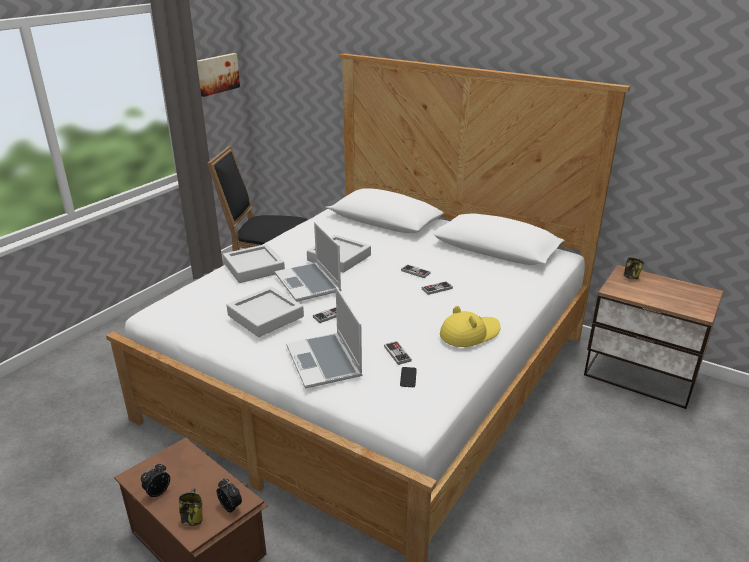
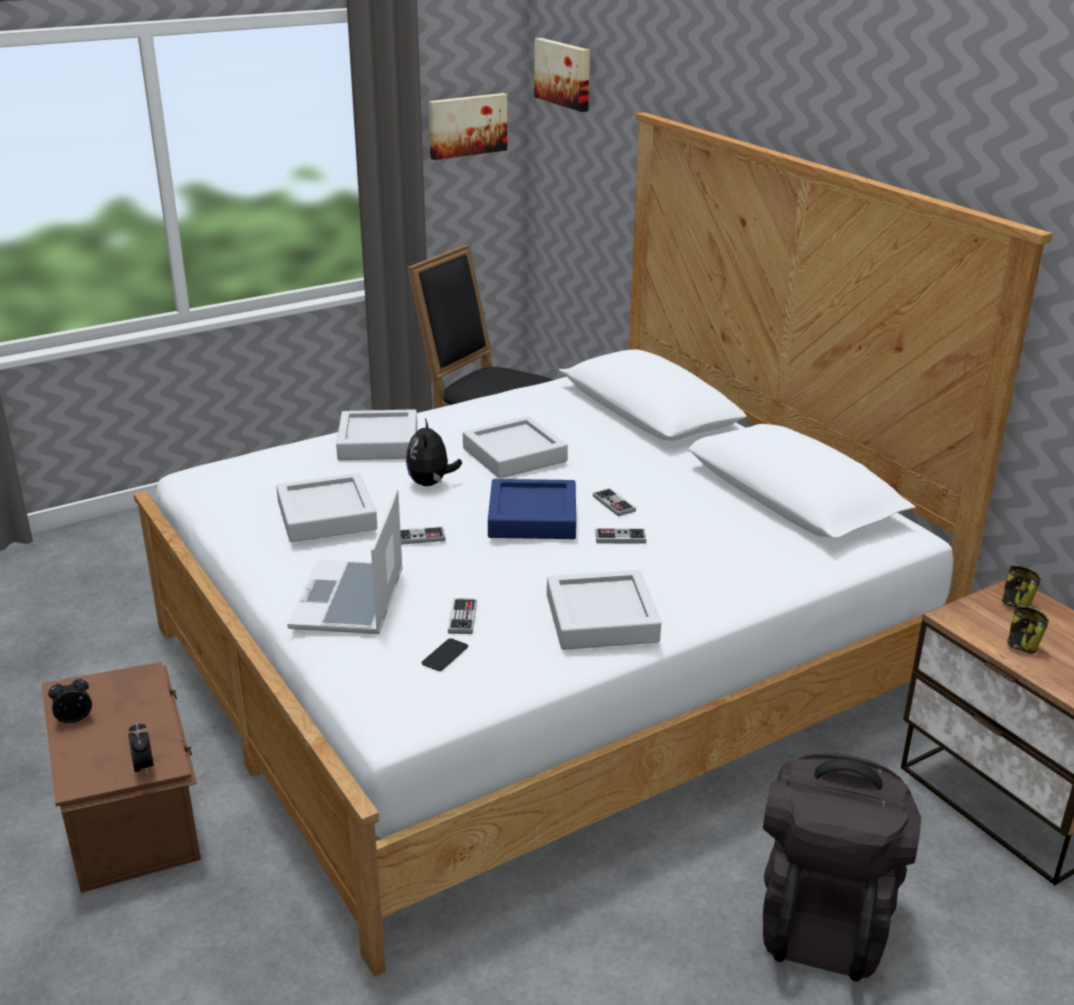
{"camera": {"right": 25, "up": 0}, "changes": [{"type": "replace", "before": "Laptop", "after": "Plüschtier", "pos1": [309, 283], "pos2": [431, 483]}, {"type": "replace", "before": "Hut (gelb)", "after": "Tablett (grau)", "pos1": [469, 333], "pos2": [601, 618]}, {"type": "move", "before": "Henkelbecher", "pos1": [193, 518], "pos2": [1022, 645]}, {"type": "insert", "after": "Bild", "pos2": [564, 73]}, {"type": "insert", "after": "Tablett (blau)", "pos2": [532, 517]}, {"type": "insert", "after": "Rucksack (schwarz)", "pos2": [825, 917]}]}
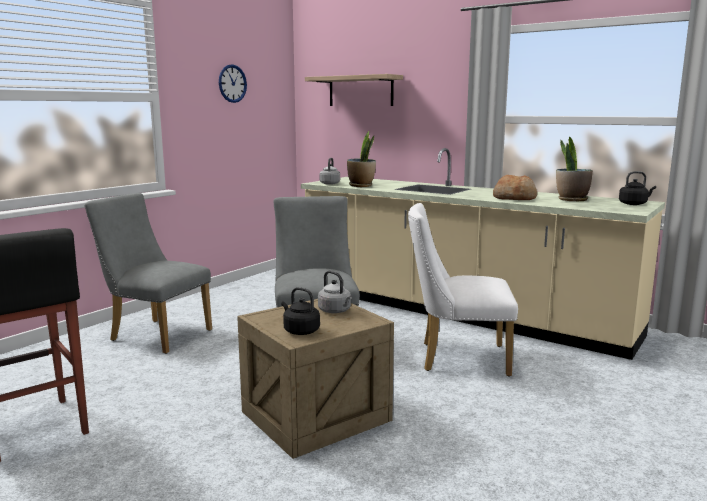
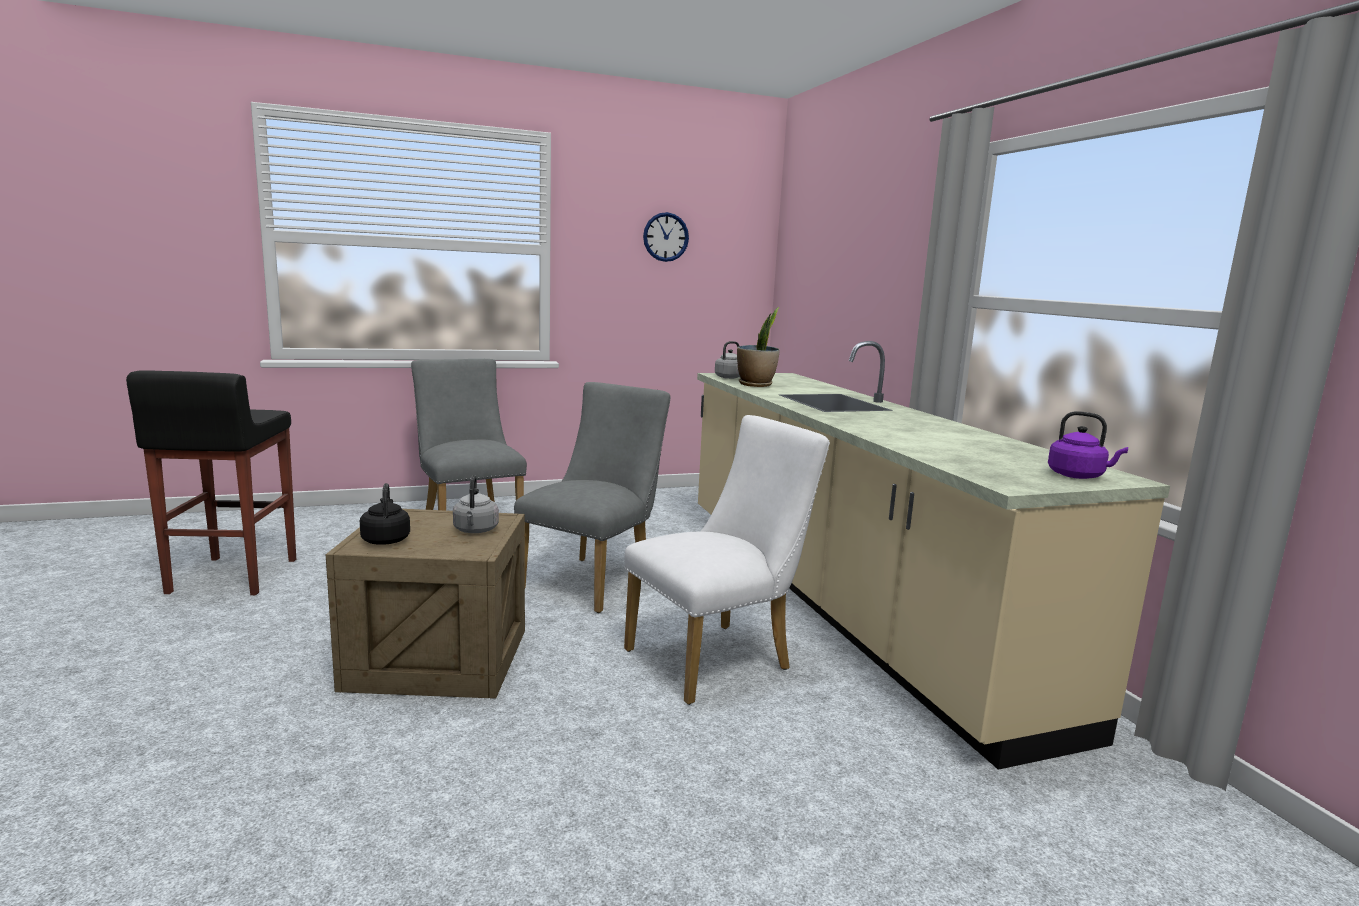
{"camera": {"right": 35, "up": 0}, "changes": [{"type": "delete", "before": "Wandregal", "pos1": [360, 91]}, {"type": "delete", "before": "Topfpflanze", "pos1": [571, 200]}, {"type": "recolor", "before": "Wasserkessel (schwarz)", "after": "Wasserkessel (lila)", "pos1": [634, 204], "pos2": [1078, 476]}, {"type": "delete", "before": "Brot", "pos1": [515, 198]}, {"type": "rotate", "before": "Stuhl (weiß)", "pos1": [456, 358], "pos2": [718, 658], "turn": 105}]}
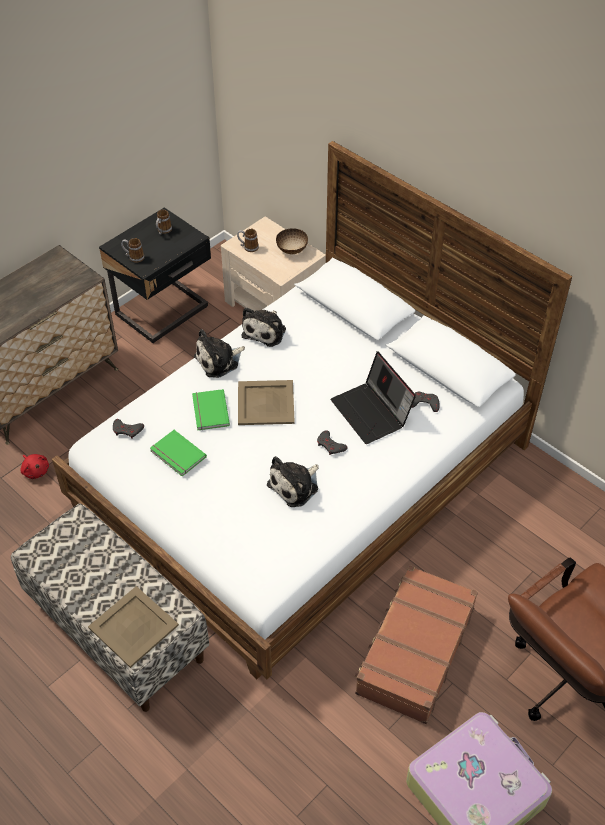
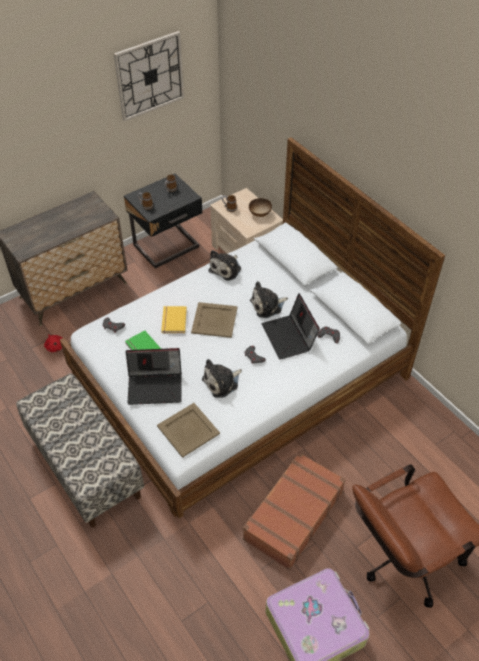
{"camera": {"right": 10, "up": 0}, "changes": [{"type": "move", "before": "Plüschtier", "pos1": [219, 361], "pos2": [267, 305]}, {"type": "recolor", "before": "Buch (grün)", "after": "Buch (gelb)", "pos1": [209, 411], "pos2": [173, 321]}, {"type": "move", "before": "Tablett (beige)", "pos1": [133, 626], "pos2": [188, 429]}, {"type": "insert", "after": "Wanduhr", "pos2": [150, 76]}, {"type": "insert", "after": "Laptop", "pos2": [156, 386]}]}
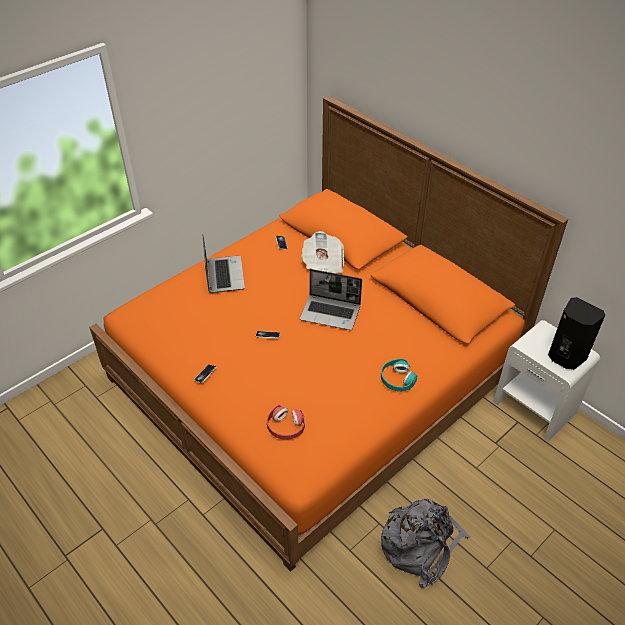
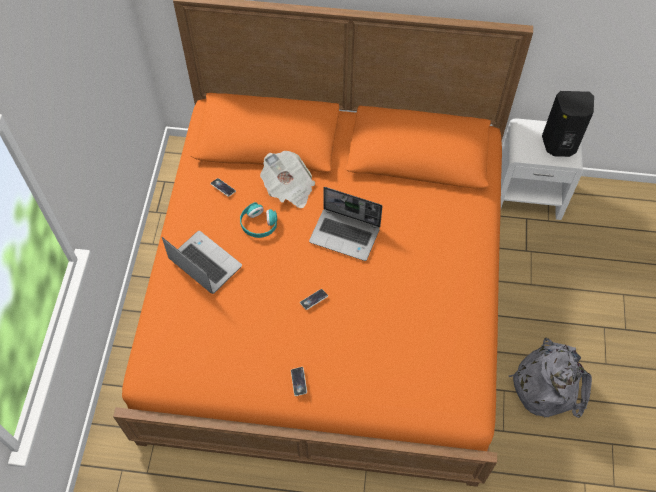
{"camera": {"right": -40, "up": 15}, "changes": [{"type": "rotate", "before": "Laptop", "pos1": [331, 313], "pos2": [346, 235], "turn": 45}, {"type": "move", "before": "Kopfhörer (türkis)", "pos1": [397, 379], "pos2": [258, 224]}, {"type": "delete", "before": "Kopfhörer (rot)", "pos1": [286, 426]}]}
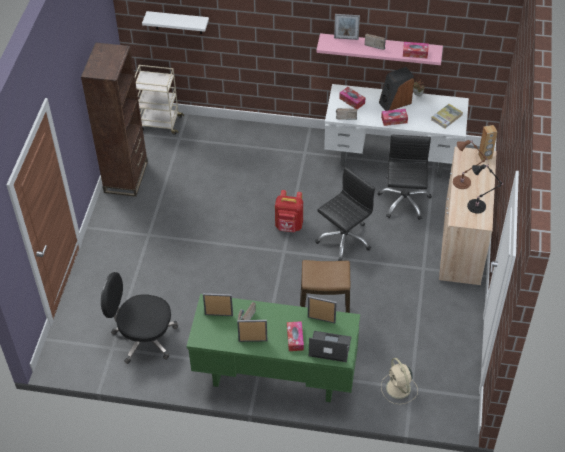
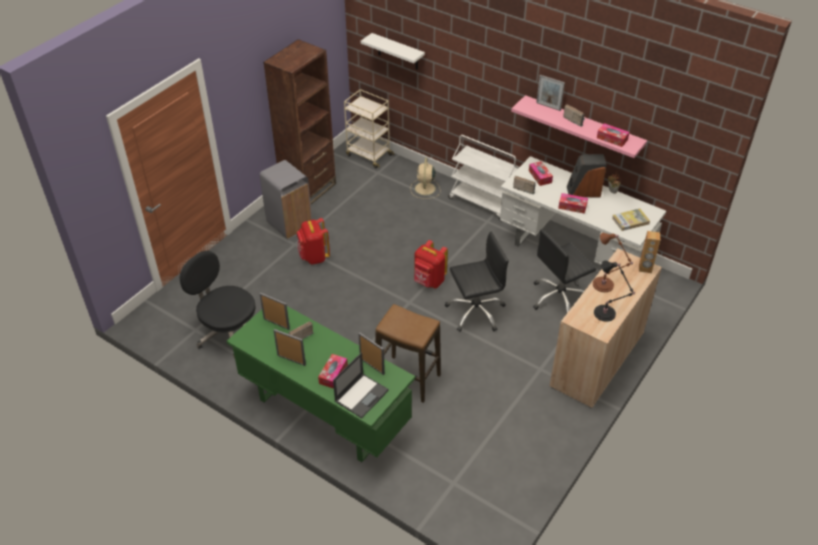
{"camera": {"right": 25, "up": -5}, "changes": [{"type": "rotate", "before": "Bürostuhl (schwarz)", "pos1": [404, 201], "pos2": [559, 298], "turn": -150}, {"type": "rotate", "before": "Laptop", "pos1": [329, 347], "pos2": [362, 395], "turn": 90}, {"type": "move", "before": "Ventilator (beige)", "pos1": [399, 389], "pos2": [425, 189]}, {"type": "insert", "after": "Rollwagen (weiß)", "pos2": [483, 203]}, {"type": "insert", "after": "Mülleimer (grau)", "pos2": [289, 224]}, {"type": "insert", "after": "Rucksack (rot)", "pos2": [314, 257]}]}
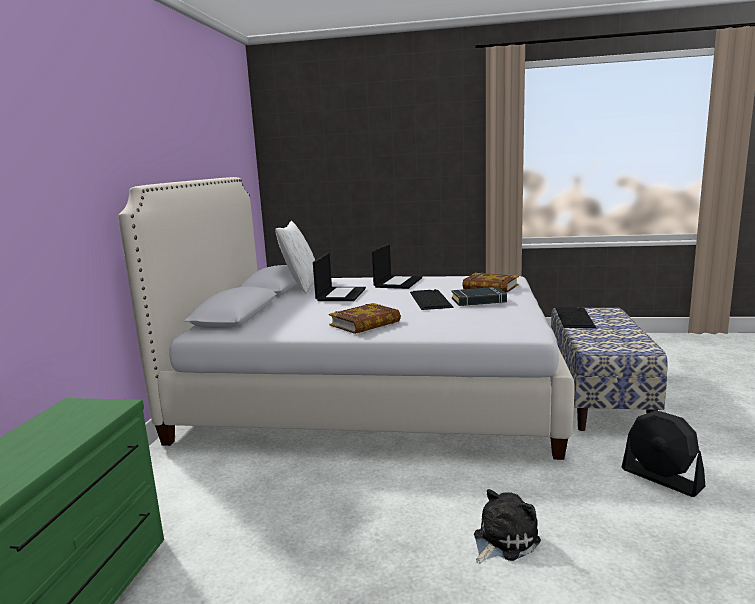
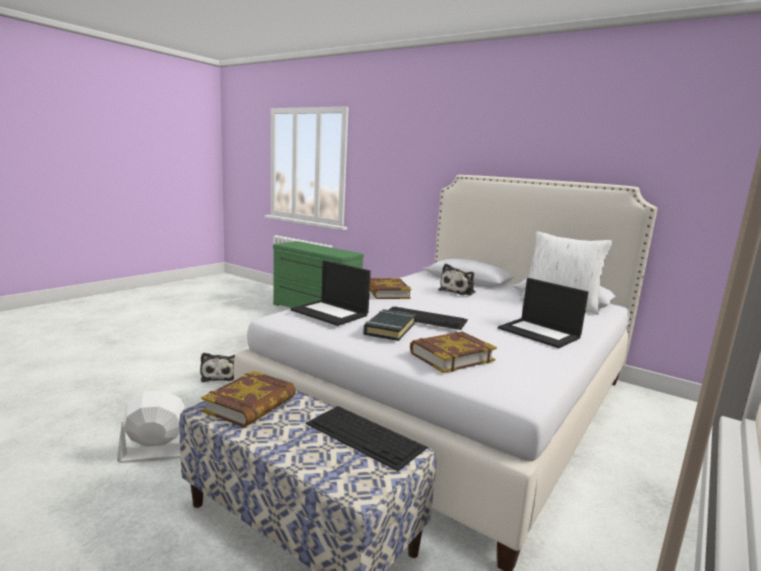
{"camera": {"right": 115, "up": 0}, "changes": [{"type": "move", "before": "Laptop", "pos1": [341, 294], "pos2": [330, 313]}, {"type": "recolor", "before": "Ventilator (schwarz)", "after": "Ventilator (weiß)", "pos1": [662, 478], "pos2": [156, 453]}, {"type": "insert", "after": "Plüschtier", "pos2": [458, 291]}, {"type": "insert", "after": "Buch", "pos2": [251, 404]}]}
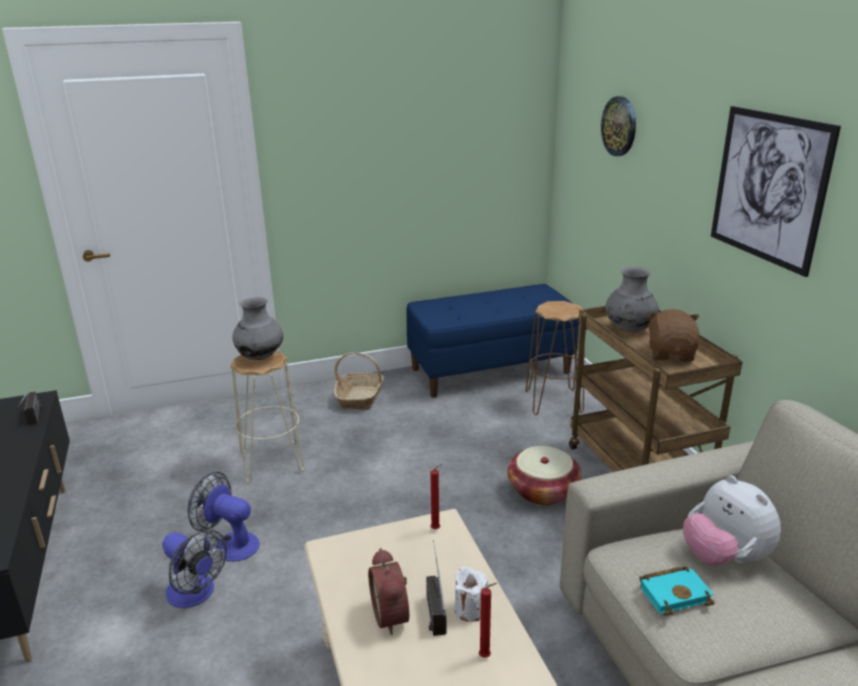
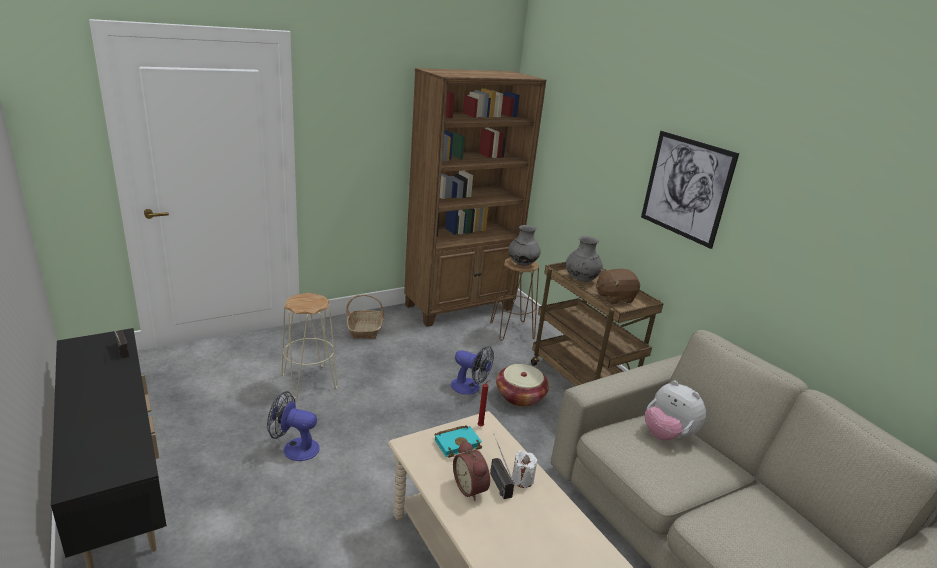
{"camera": {"right": -15, "up": 0}, "changes": [{"type": "delete", "before": "Wanduhr", "pos1": [619, 126]}, {"type": "replace", "before": "Bank (blau)", "after": "Bücherregal (braun)", "pos1": [490, 370], "pos2": [460, 307]}, {"type": "move", "before": "Vase (grau)", "pos1": [260, 357], "pos2": [522, 264]}, {"type": "rotate", "before": "Plüschtier (braun)", "pos1": [671, 354], "pos2": [614, 297], "turn": -105}, {"type": "move", "before": "Ventilator", "pos1": [195, 594], "pos2": [470, 388]}, {"type": "move", "before": "Buch (türkis)", "pos1": [675, 593], "pos2": [458, 443]}, {"type": "delete", "before": "Kerze (rot)", "pos1": [486, 656]}]}
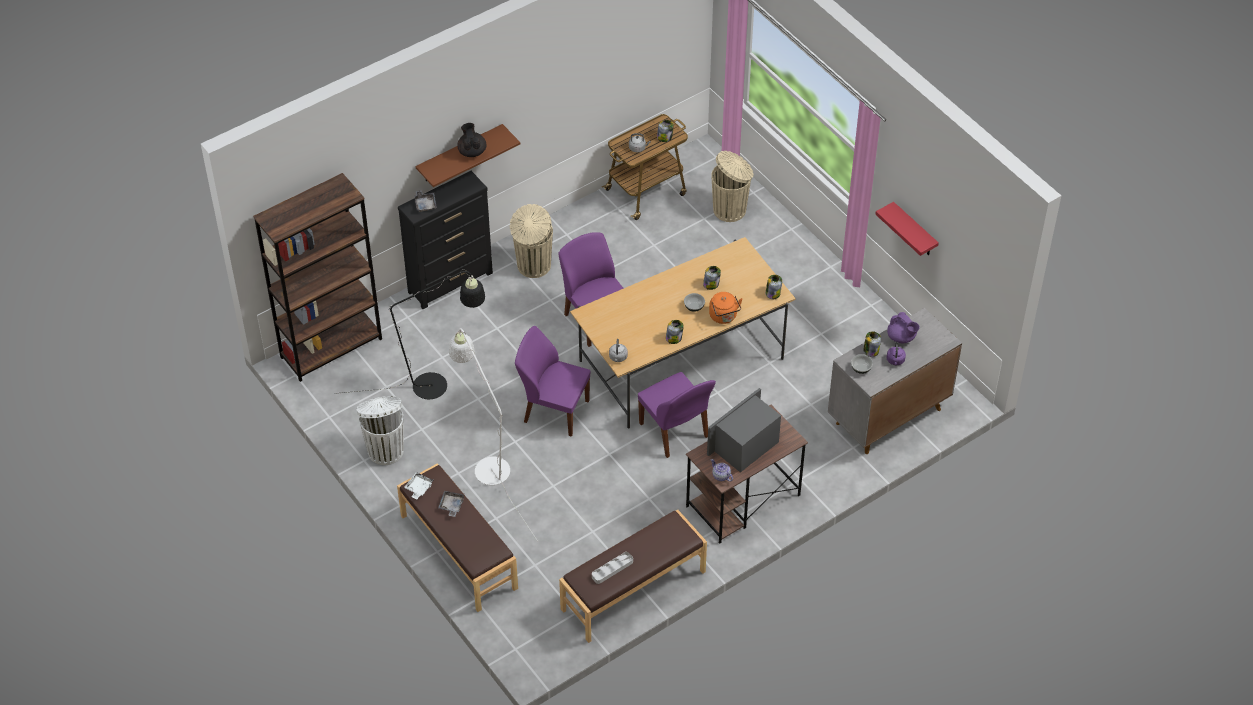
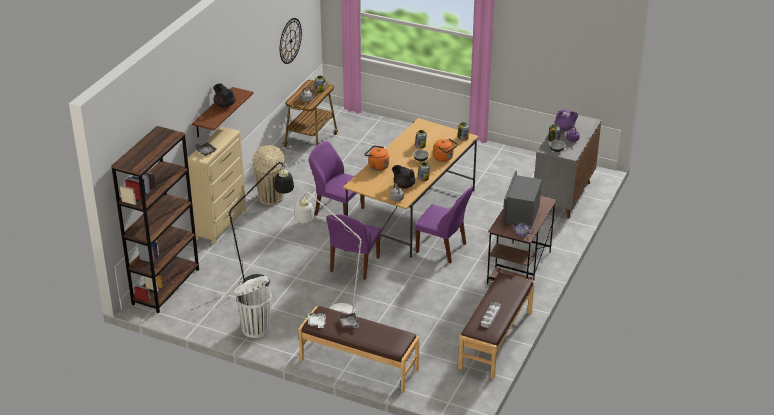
{"camera": {"right": -30, "up": -15}, "changes": [{"type": "delete", "before": "Mülleimer (beige)", "pos1": [730, 210]}, {"type": "recolor", "before": "Kommode (schwarz)", "after": "Kommode (beige)", "pos1": [451, 282], "pos2": [221, 224]}, {"type": "delete", "before": "Wandregal (rot)", "pos1": [914, 231]}, {"type": "rotate", "before": "Stuhl (lila)", "pos1": [554, 410], "pos2": [354, 265], "turn": -60}, {"type": "insert", "after": "Wanduhr", "pos2": [290, 41]}, {"type": "insert", "after": "Wasserkessel (orange)", "pos2": [377, 166]}, {"type": "insert", "after": "Teekanne (schwarz)", "pos2": [403, 185]}]}
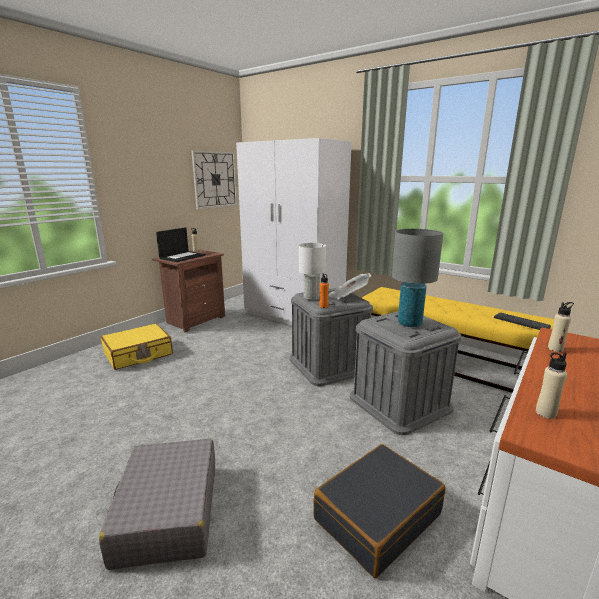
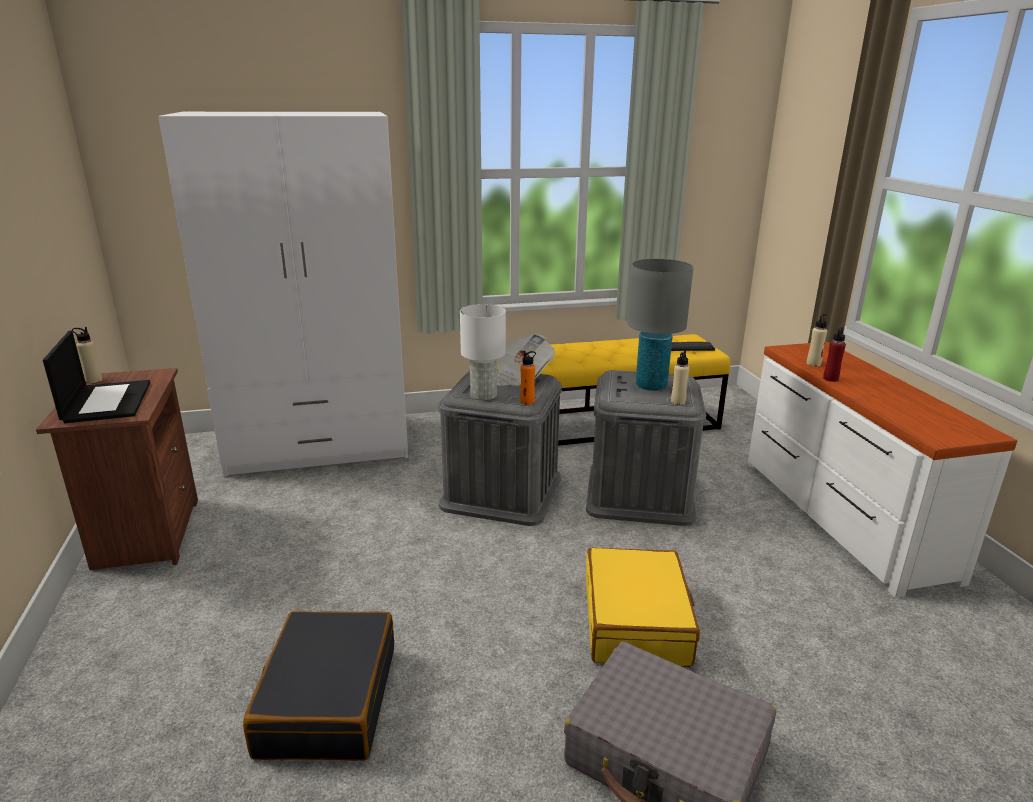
{"camera": {"right": -50, "up": 5}, "changes": [{"type": "delete", "before": "Wanduhr", "pos1": [215, 179]}, {"type": "move", "before": "Koffer (gelb)", "pos1": [138, 354], "pos2": [636, 621]}, {"type": "move", "before": "Flasche (beige)", "pos1": [545, 413], "pos2": [678, 402]}, {"type": "move", "before": "Koffer (schwarz)", "pos1": [377, 516], "pos2": [327, 700]}, {"type": "insert", "after": "Flasche (rot)", "pos2": [830, 379]}]}
